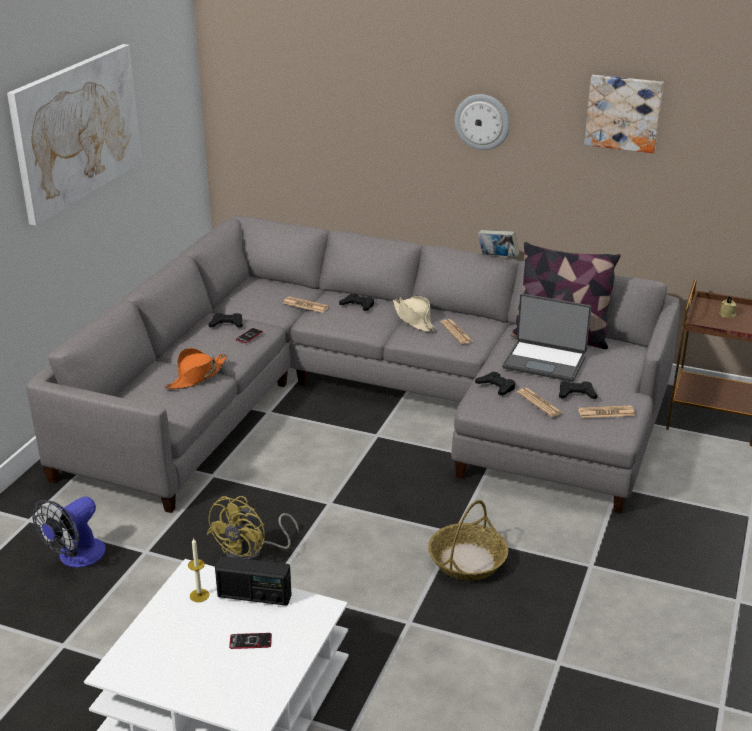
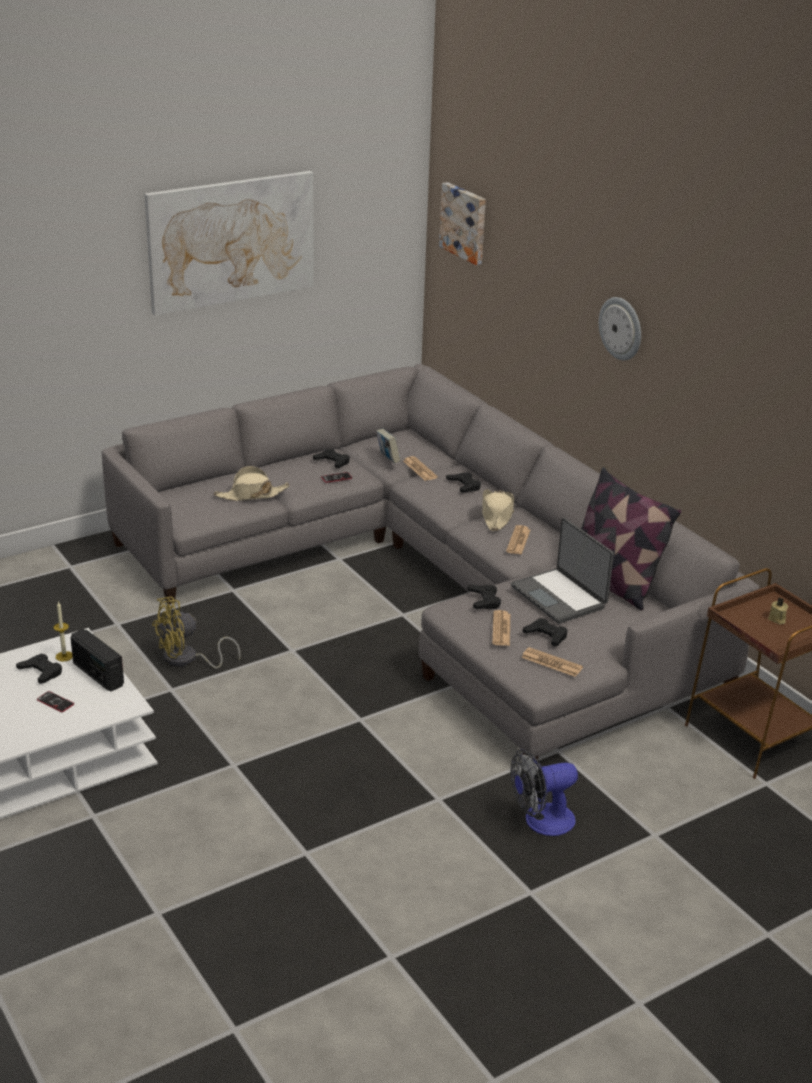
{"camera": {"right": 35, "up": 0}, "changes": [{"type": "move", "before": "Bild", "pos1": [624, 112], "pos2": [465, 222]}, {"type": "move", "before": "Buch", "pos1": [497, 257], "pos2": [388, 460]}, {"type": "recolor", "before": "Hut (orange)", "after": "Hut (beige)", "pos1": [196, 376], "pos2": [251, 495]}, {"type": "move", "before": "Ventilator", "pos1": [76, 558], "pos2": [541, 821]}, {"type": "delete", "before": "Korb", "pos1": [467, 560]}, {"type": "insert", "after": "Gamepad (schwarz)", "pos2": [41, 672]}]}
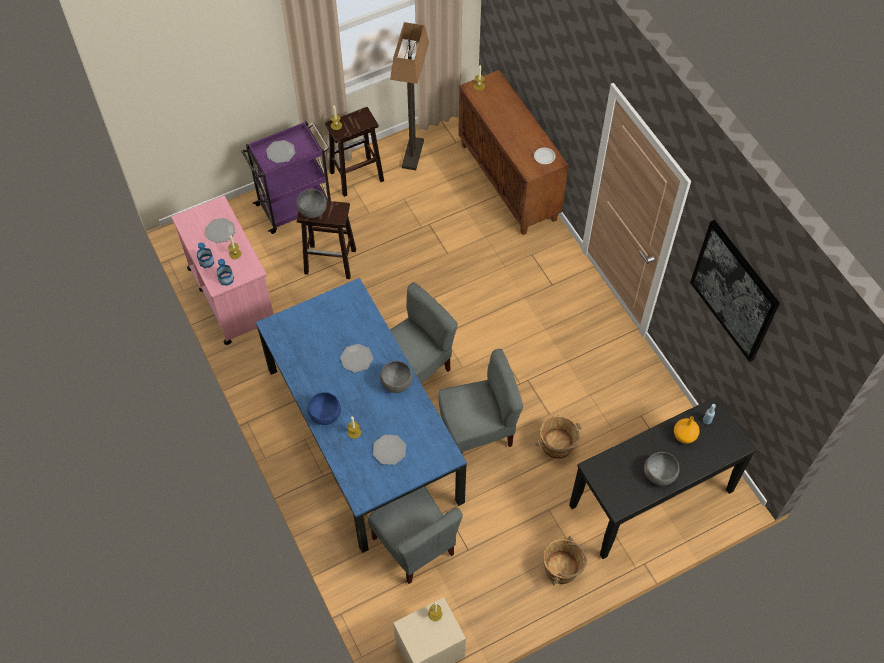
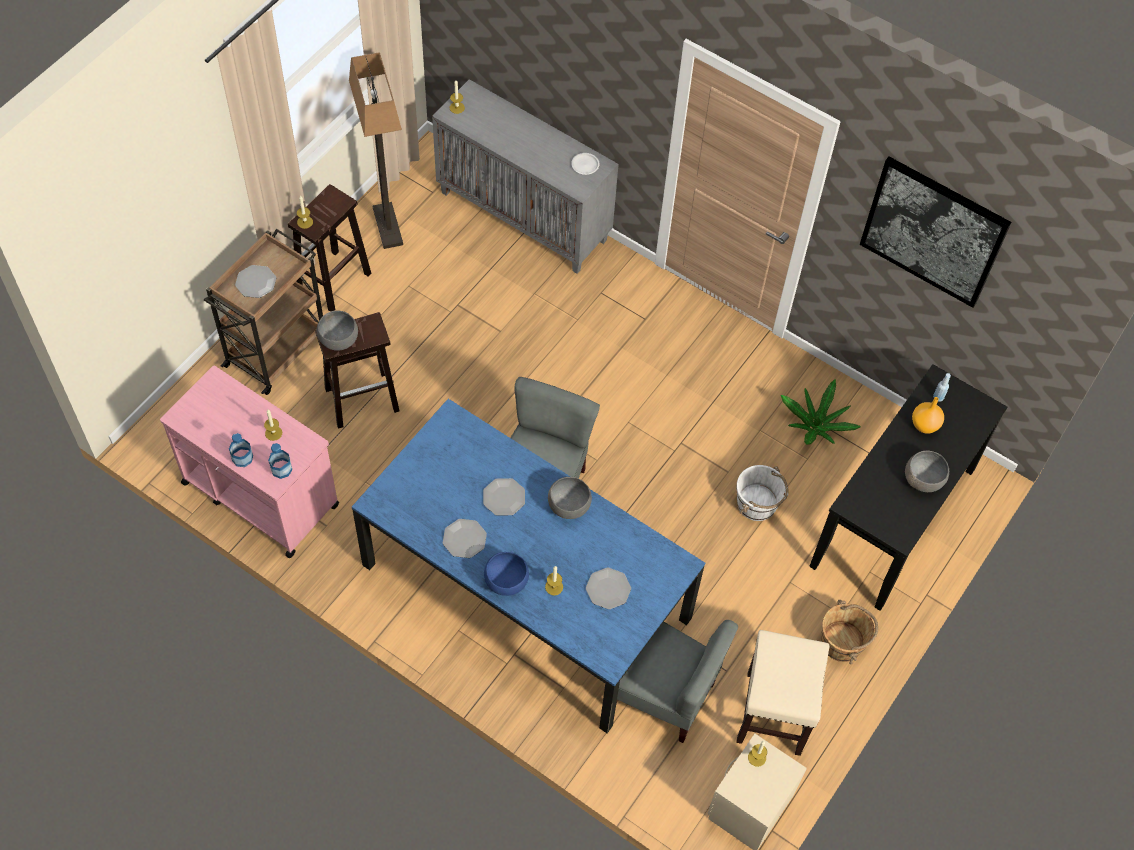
{"camera": {"right": -30, "up": 0}, "changes": [{"type": "recolor", "before": "Schrank (braun)", "after": "Schrank (grau)", "pos1": [509, 182], "pos2": [525, 216]}, {"type": "recolor", "before": "Rollwagen (lila)", "after": "Rollwagen (braun)", "pos1": [295, 206], "pos2": [276, 349]}, {"type": "move", "before": "Teller", "pos1": [220, 231], "pos2": [464, 539]}, {"type": "delete", "before": "Stuhl (grau)", "pos1": [477, 431]}, {"type": "recolor", "before": "Eimer (braun)", "after": "Eimer (weiß)", "pos1": [557, 445], "pos2": [757, 504]}, {"type": "insert", "after": "Topfpflanze", "pos2": [815, 426]}, {"type": "insert", "after": "Hocker (beige)", "pos2": [773, 711]}]}
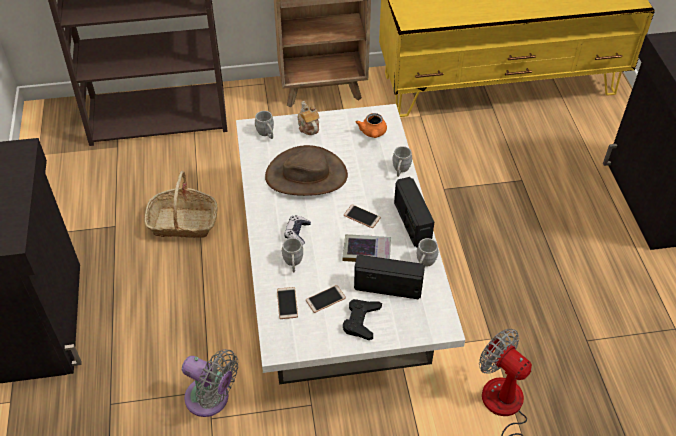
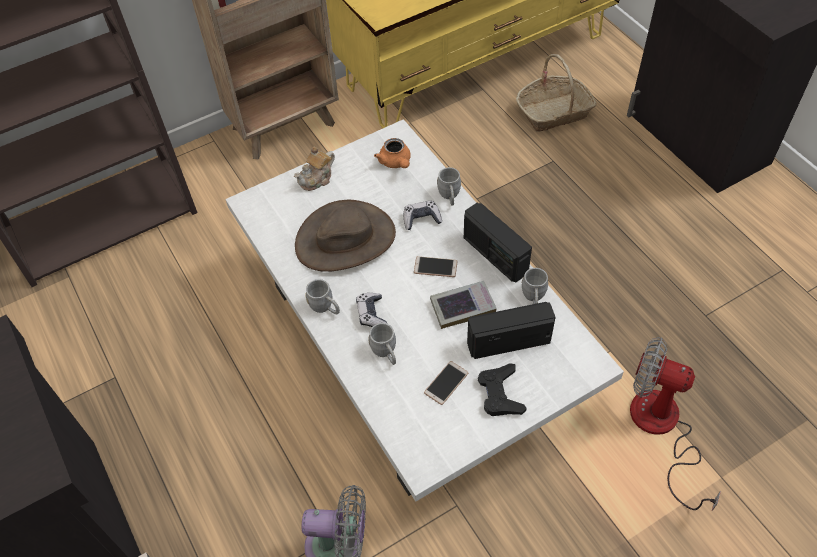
{"camera": {"right": -20, "up": 5}, "changes": [{"type": "rotate", "before": "Teekanne", "pos1": [308, 127], "pos2": [317, 179], "turn": -90}, {"type": "move", "before": "Henkelbecher (grau)", "pos1": [266, 134], "pos2": [325, 308]}, {"type": "move", "before": "Korb", "pos1": [183, 223], "pos2": [554, 112]}, {"type": "delete", "before": "Handy", "pos1": [287, 303]}, {"type": "insert", "after": "Gamepad", "pos2": [421, 219]}]}
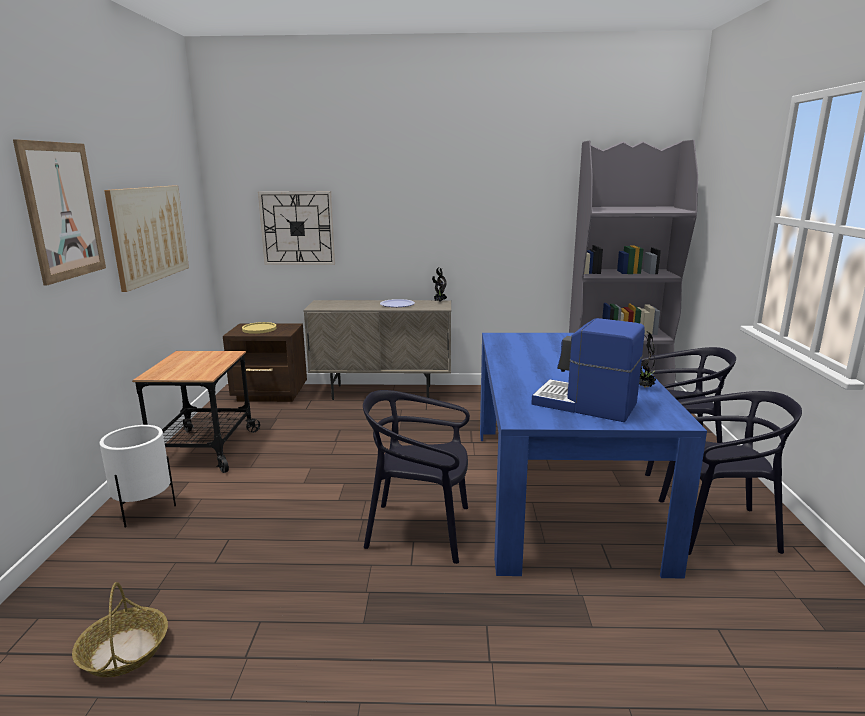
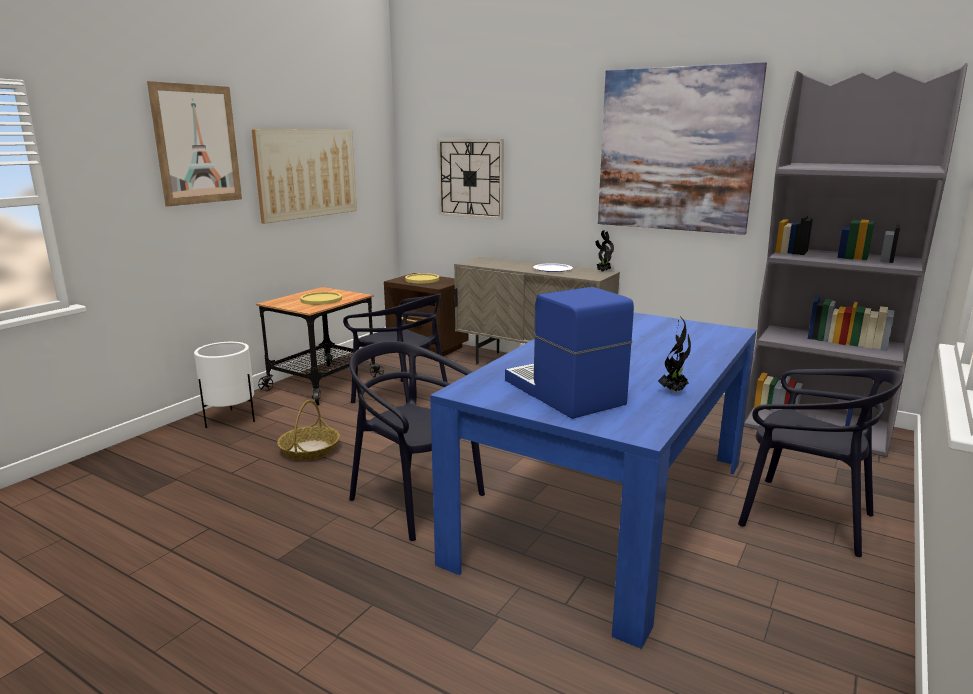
{"camera": {"right": 30, "up": 0}, "changes": [{"type": "move", "before": "Stuhl (schwarz)", "pos1": [715, 528], "pos2": [402, 399]}, {"type": "move", "before": "Korb", "pos1": [124, 651], "pos2": [309, 450]}, {"type": "insert", "after": "Bild", "pos2": [675, 150]}, {"type": "insert", "after": "Teller (gelb)", "pos2": [321, 299]}]}
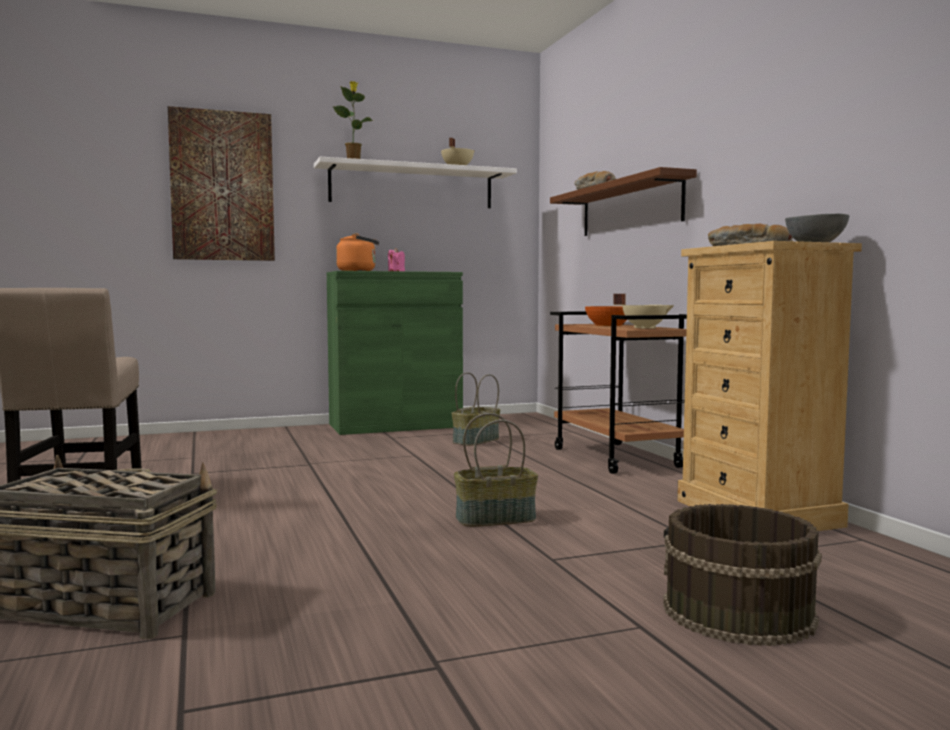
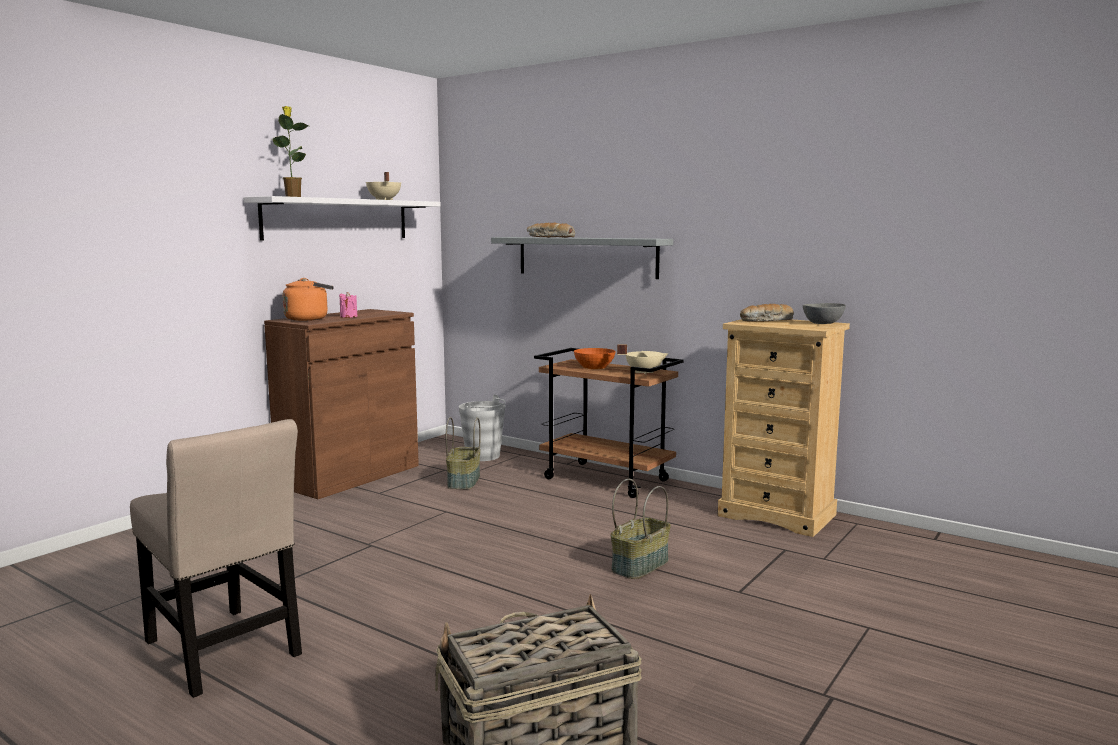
{"camera": {"right": -35, "up": 5}, "changes": [{"type": "delete", "before": "Bild", "pos1": [222, 186]}, {"type": "recolor", "before": "Wandregal (braun)", "after": "Wandregal (grau)", "pos1": [629, 207], "pos2": [586, 257]}, {"type": "recolor", "before": "Schrank (grün)", "after": "Schrank (braun)", "pos1": [395, 425], "pos2": [349, 475]}, {"type": "delete", "before": "Eimer (braun)", "pos1": [737, 613]}, {"type": "insert", "after": "Eimer (grau)", "pos2": [483, 456]}]}
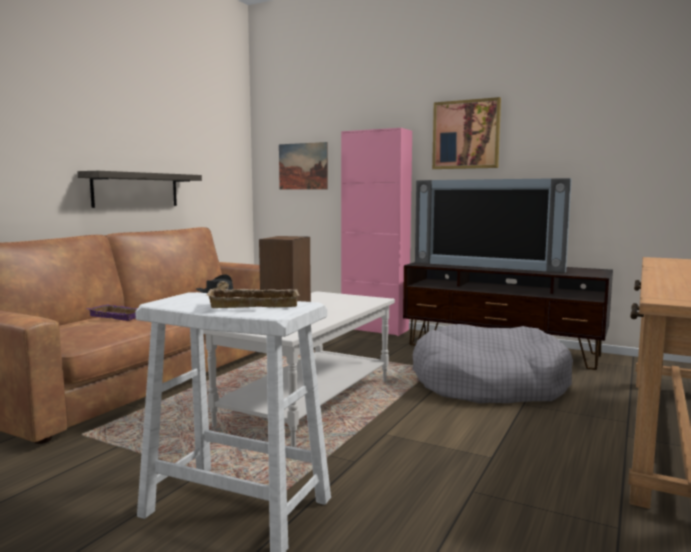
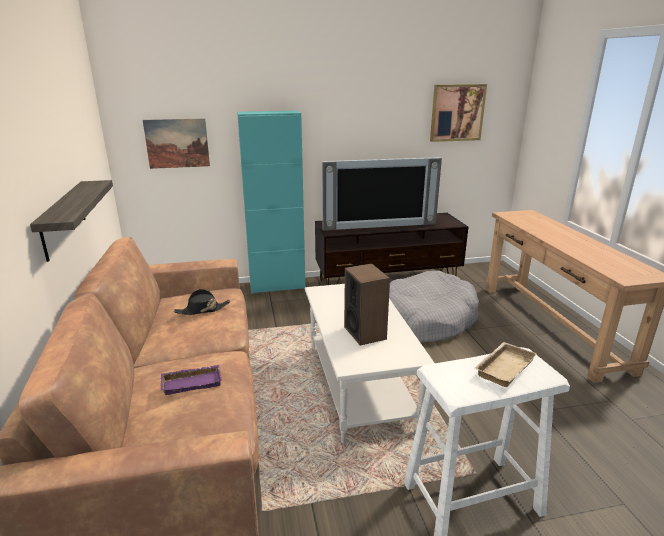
{"camera": {"right": -40, "up": 15}, "changes": [{"type": "move", "before": "Bild", "pos1": [466, 134], "pos2": [457, 113]}, {"type": "recolor", "before": "Schrank (rosa)", "after": "Schrank (türkis)", "pos1": [375, 329], "pos2": [277, 286]}]}
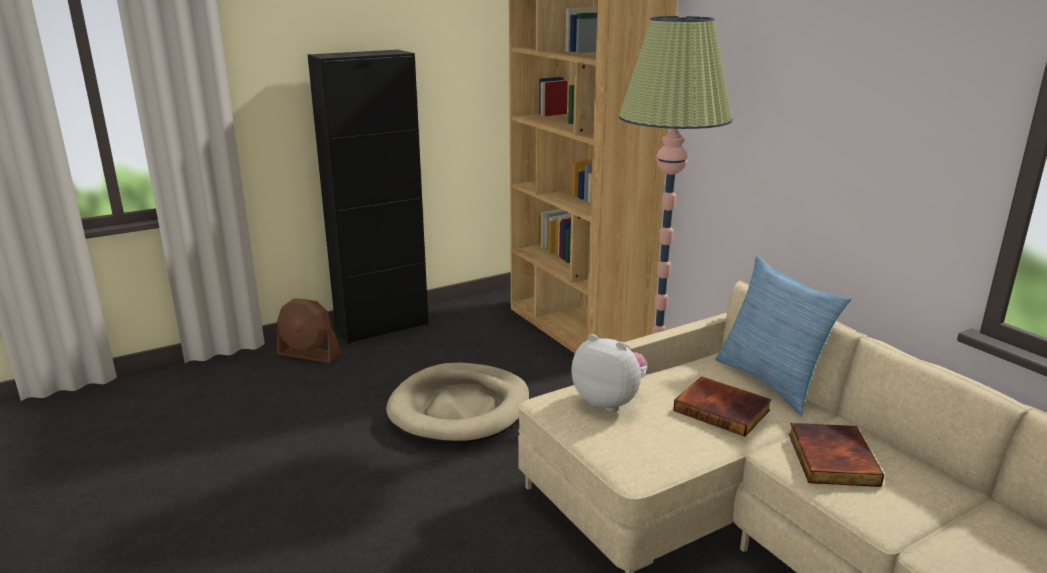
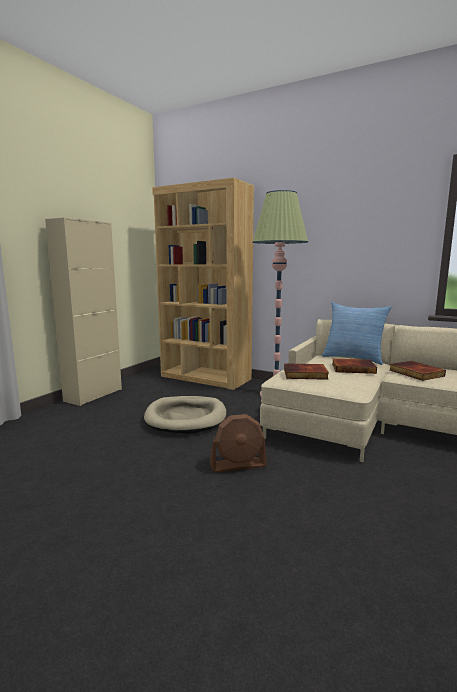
{"camera": {"right": -30, "up": -10}, "changes": [{"type": "recolor", "before": "Schrank (schwarz)", "after": "Schrank (beige)", "pos1": [382, 327], "pos2": [93, 395]}, {"type": "move", "before": "Ventilator (braun)", "pos1": [309, 354], "pos2": [238, 465]}, {"type": "replace", "before": "Plüschtier", "after": "Buch", "pos1": [609, 401], "pos2": [305, 374]}]}
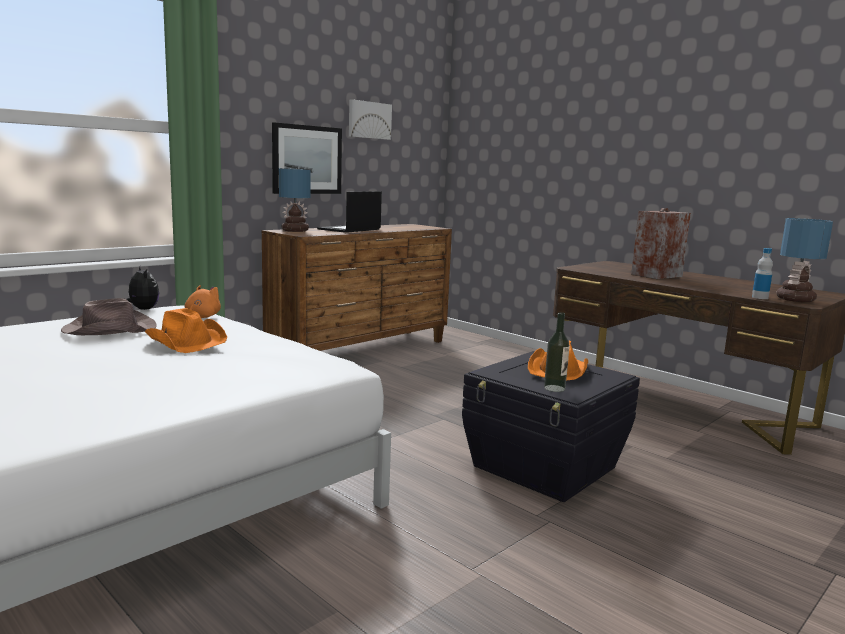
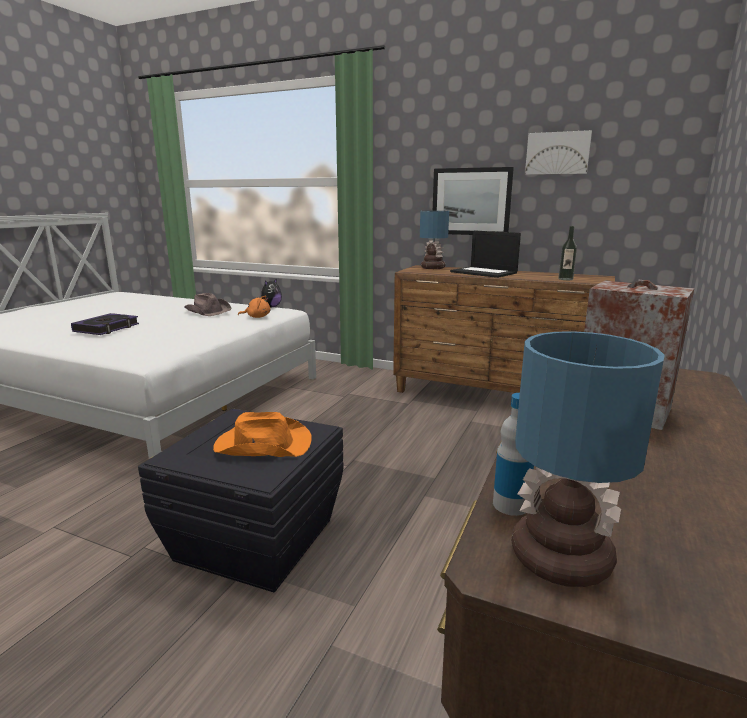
{"camera": {"right": 70, "up": 5}, "changes": [{"type": "rotate", "before": "Laptop", "pos1": [349, 229], "pos2": [484, 272], "turn": -150}, {"type": "delete", "before": "Hut (orange)", "pos1": [187, 341]}, {"type": "move", "before": "Flasche", "pos1": [554, 388], "pos2": [565, 279]}, {"type": "insert", "after": "Buch", "pos2": [107, 328]}]}
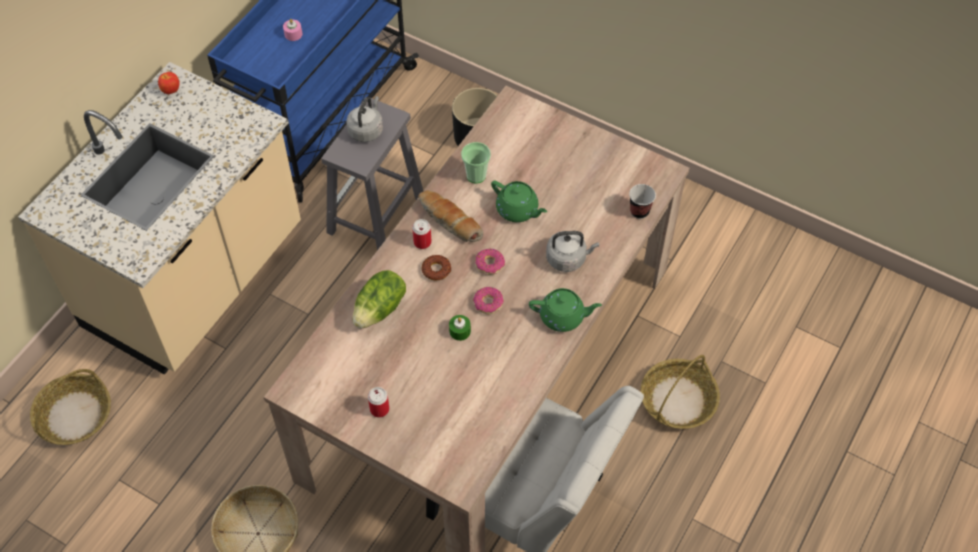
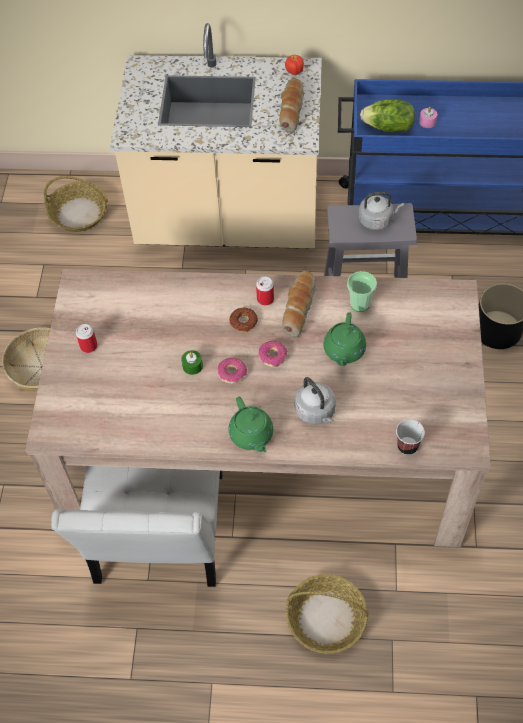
{"camera": {"right": 65, "up": 0}, "changes": [{"type": "move", "before": "Salatkopf", "pos1": [380, 309], "pos2": [388, 128]}, {"type": "insert", "after": "Brot", "pos2": [291, 110]}]}
